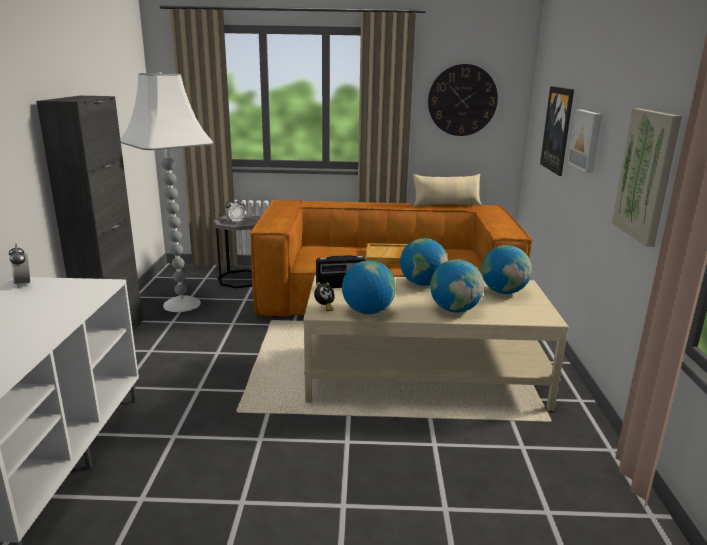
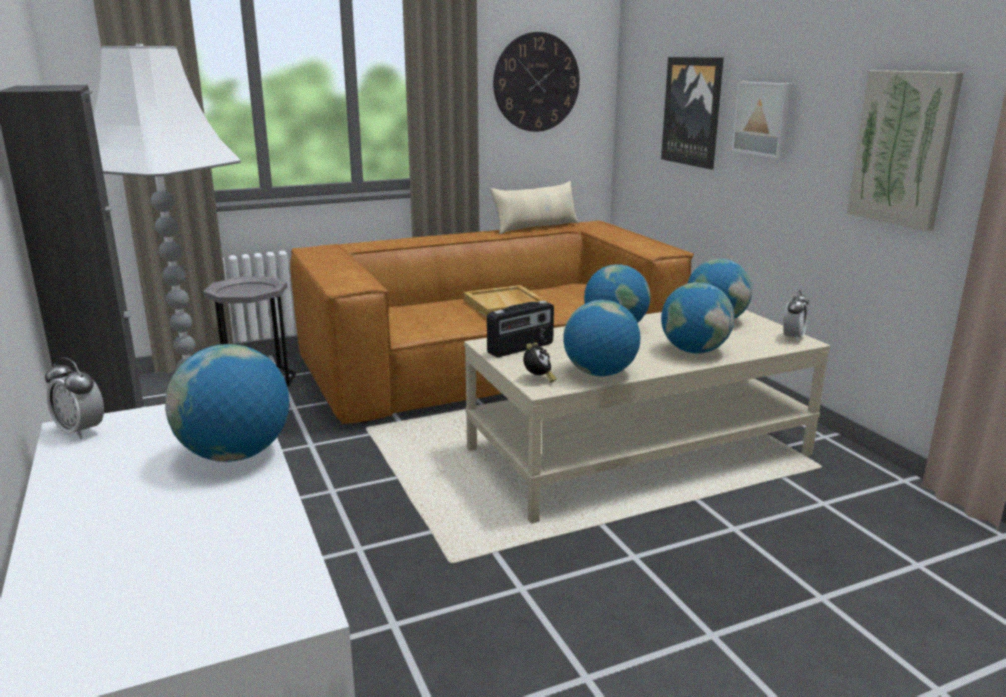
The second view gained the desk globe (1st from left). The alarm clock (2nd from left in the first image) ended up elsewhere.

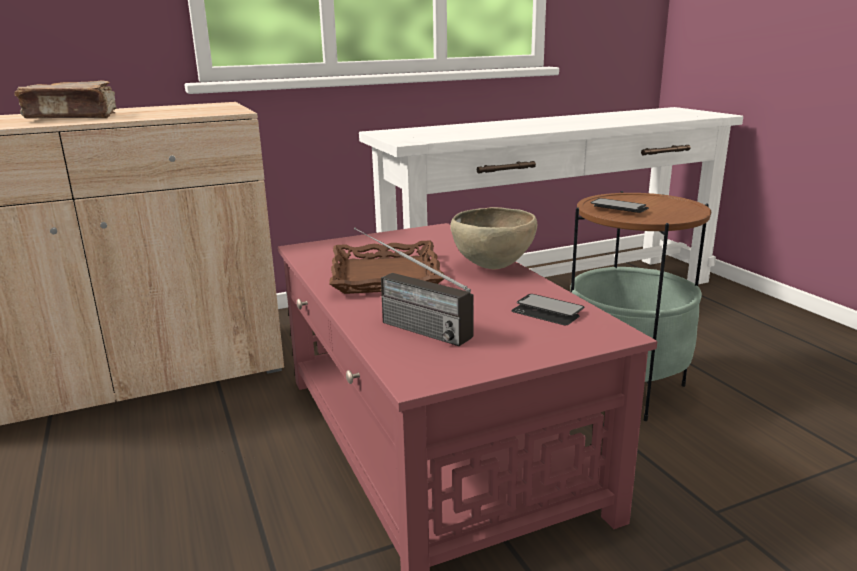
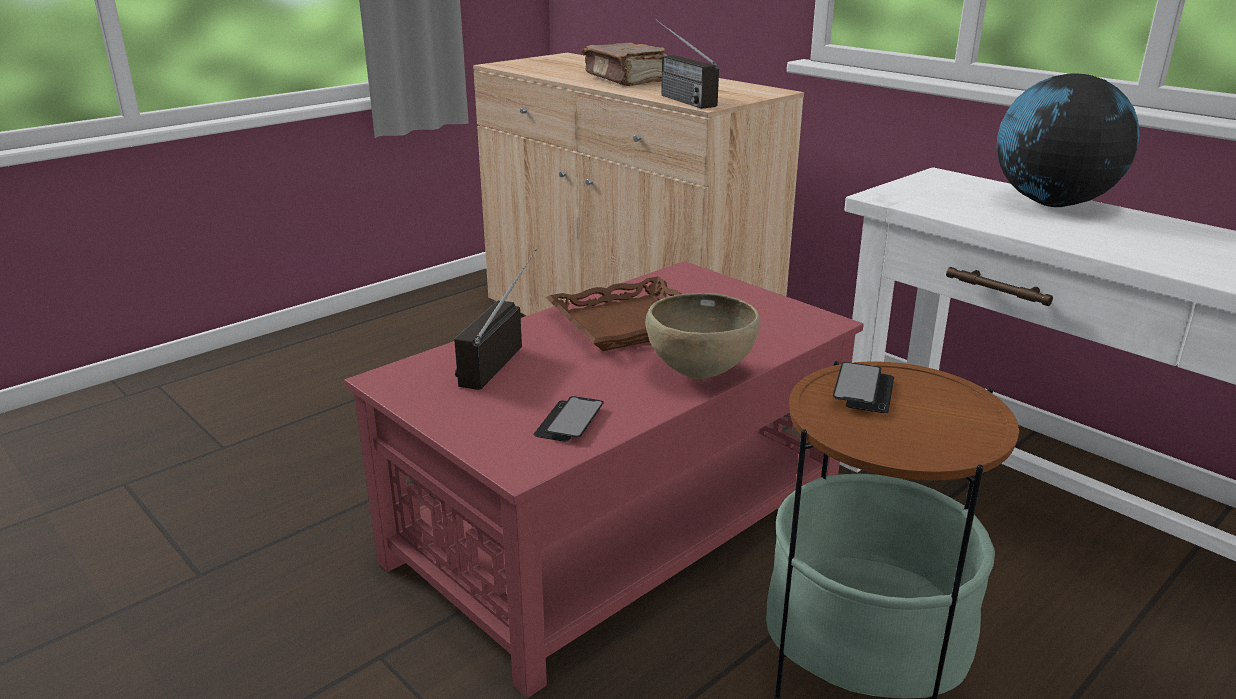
The second view gained the radio set (2nd from left). The second view gained the desk globe.

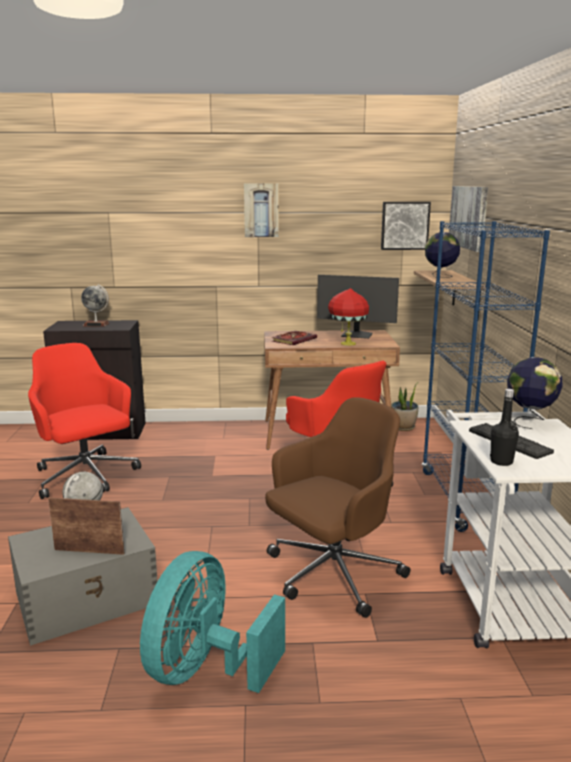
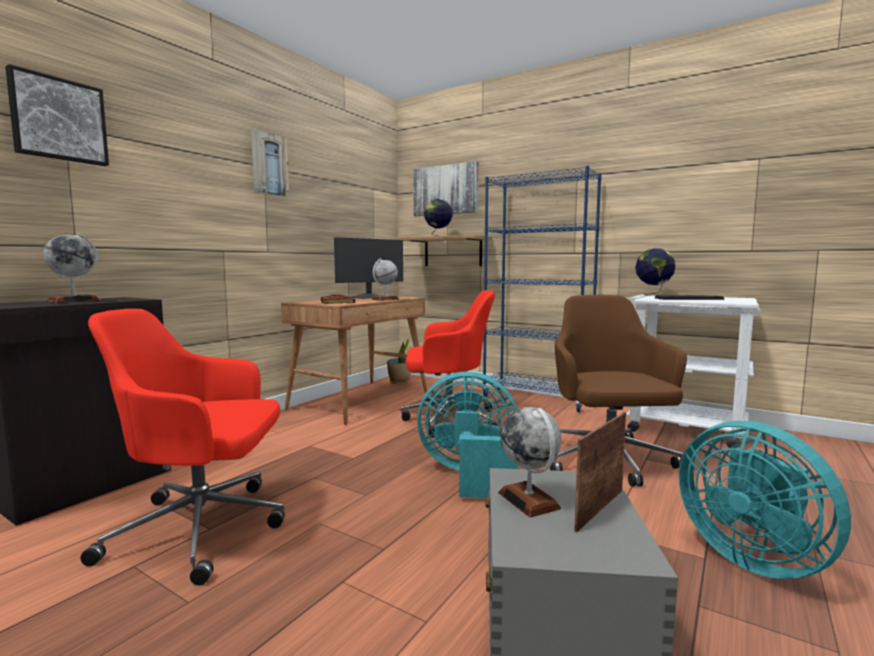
The wall picture (2nd from left in the first image) ended up elsewhere. Where the reddish table lamp stood, the desk globe (2nd from left) came to stand. The second view gained the turquoise cooling fan (1st from left). The second view lost the black-coloured bottle.

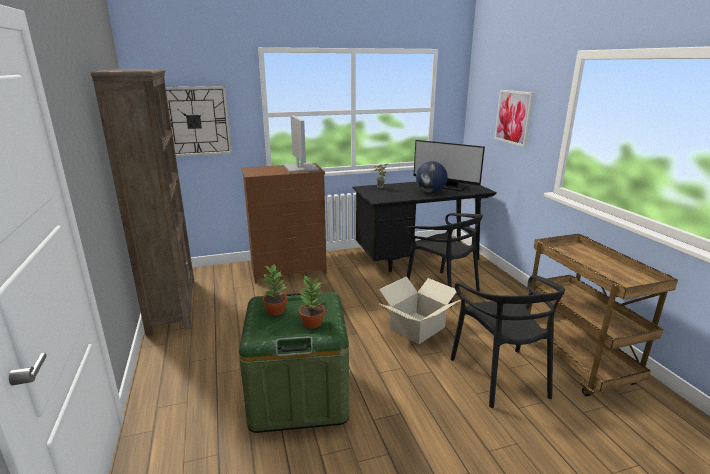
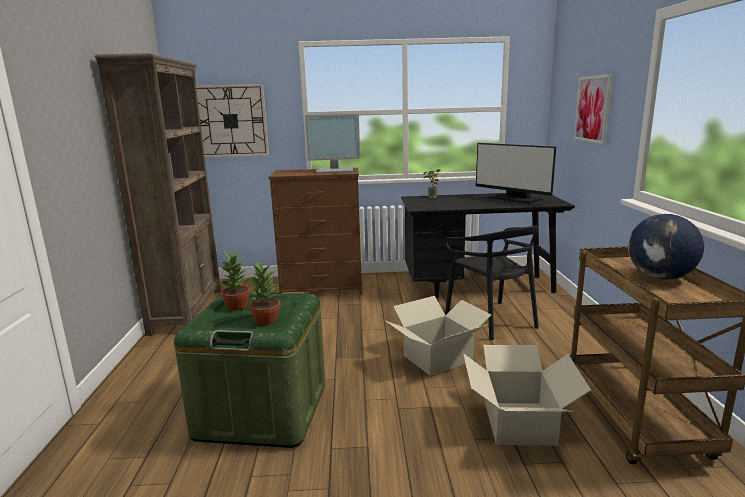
The computer display (1st from left) ended up facing another way, 90 degrees clockwise from before. Where the black-coloured upright chair (2nd from left) stood, the carton (2nd from left) came to stand. The desk globe ended up elsewhere.

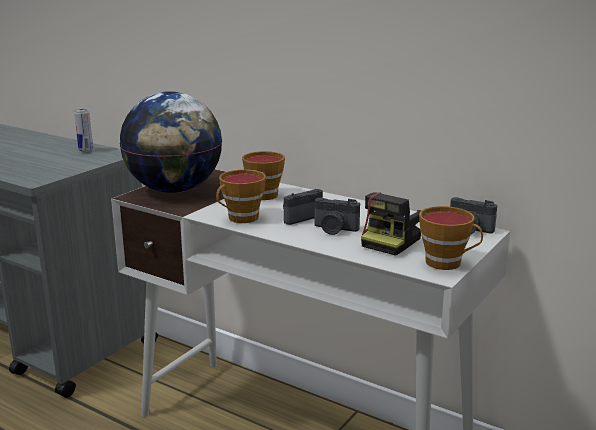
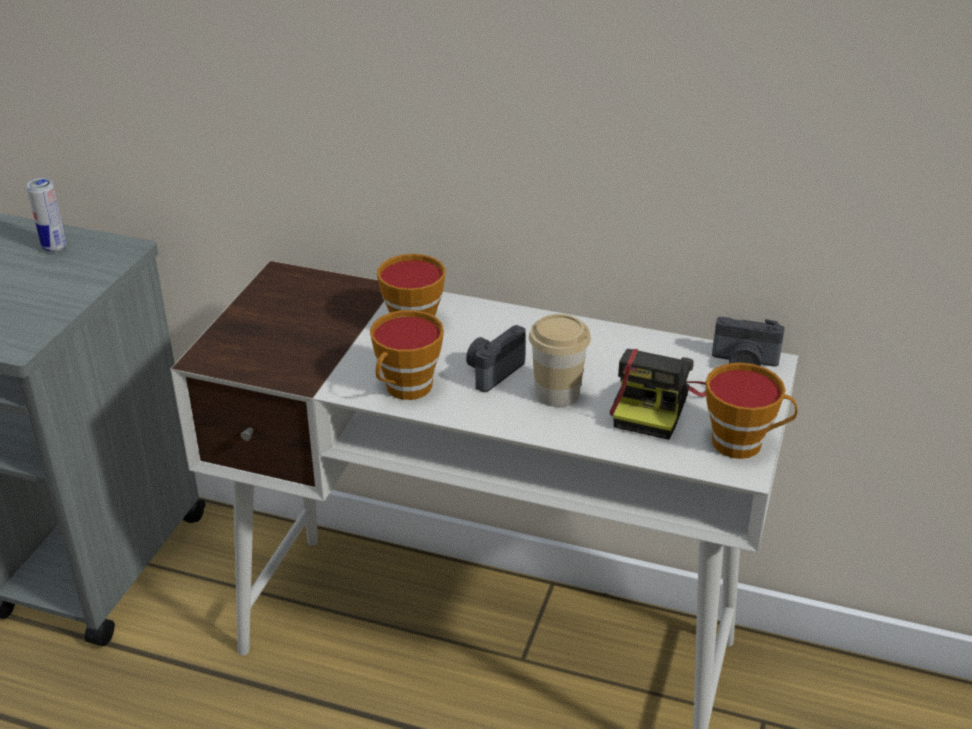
Where the still camera (2nd from left) stood, the cup (3rd from left) came to stand. The second view lost the desk globe.

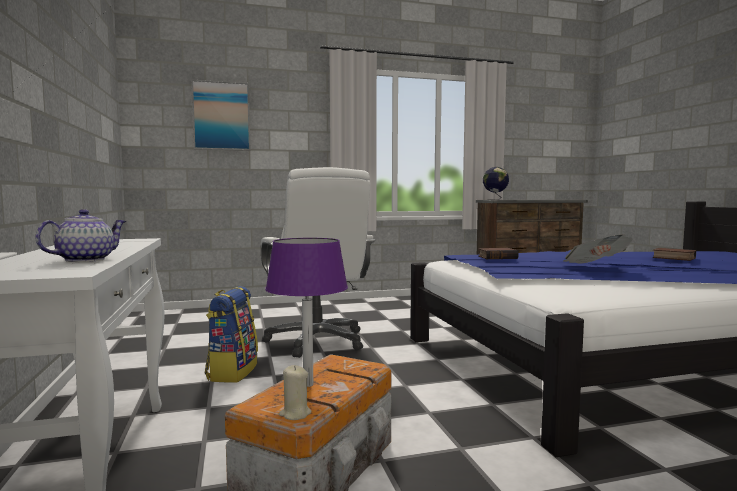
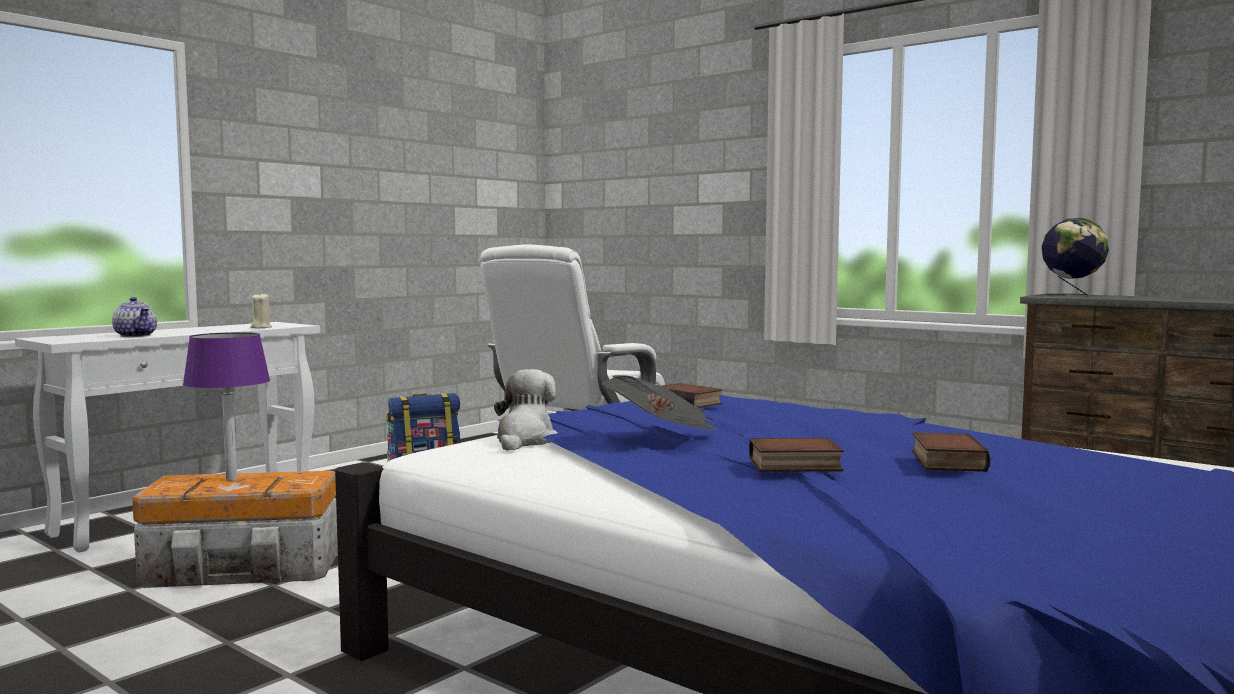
The tea pot ended up facing another way, 45 degrees clockwise from before. The beige wax candle ended up elsewhere. The second view gained the plush toy. The second view gained the bound book (2nd from left). The second view lost the wall picture.

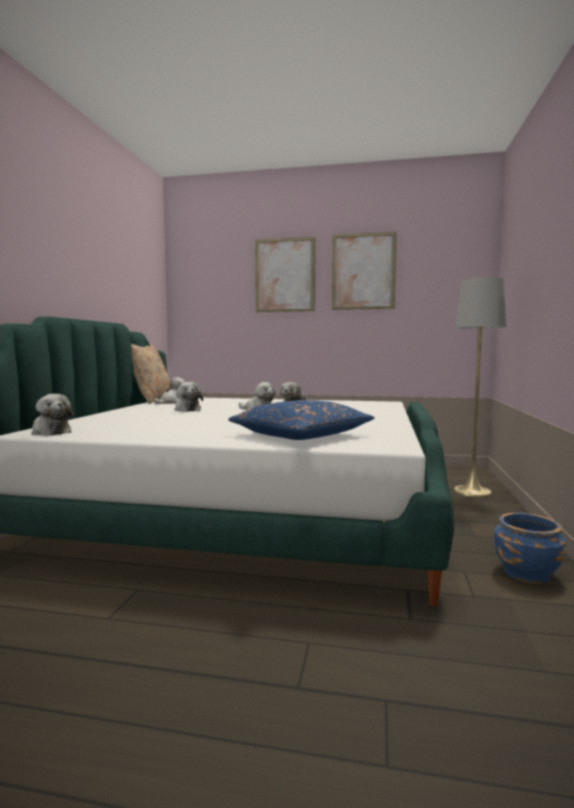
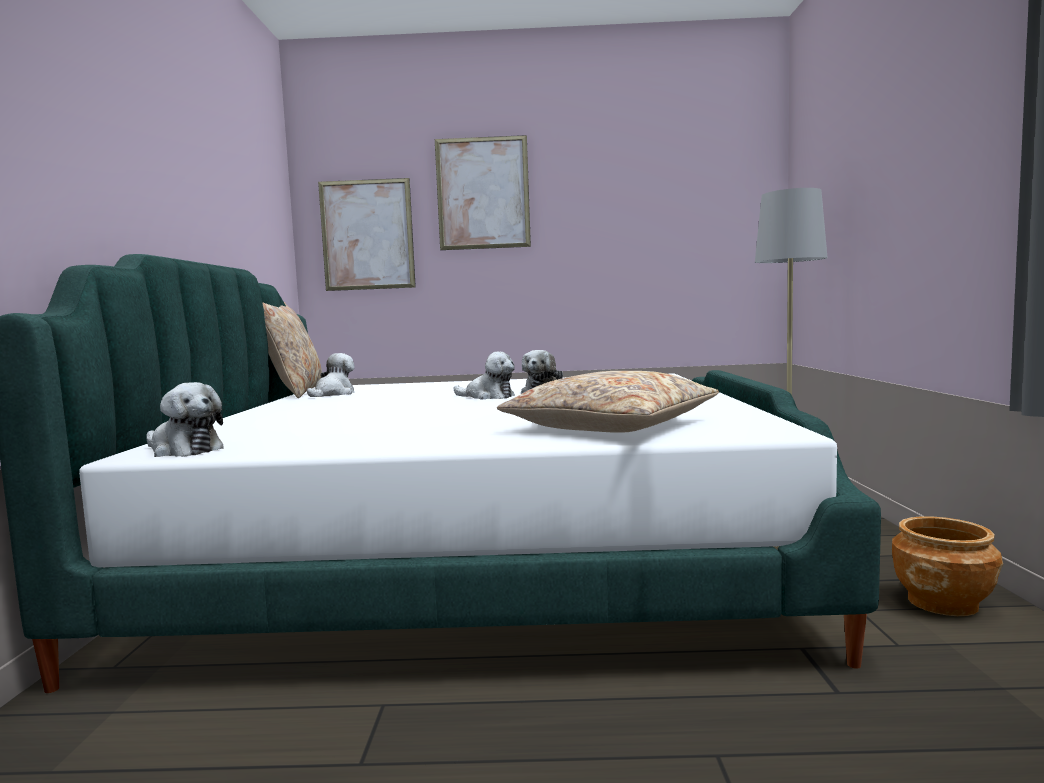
The wall picture (2nd from left in the first image) ended up elsewhere. What was the blue-coloured throw pillow turned into the beige throw pillow (2nd from left). What was the blue-coloured planter turned into the brownish planter. The second view lost the plush toy (3rd from left).

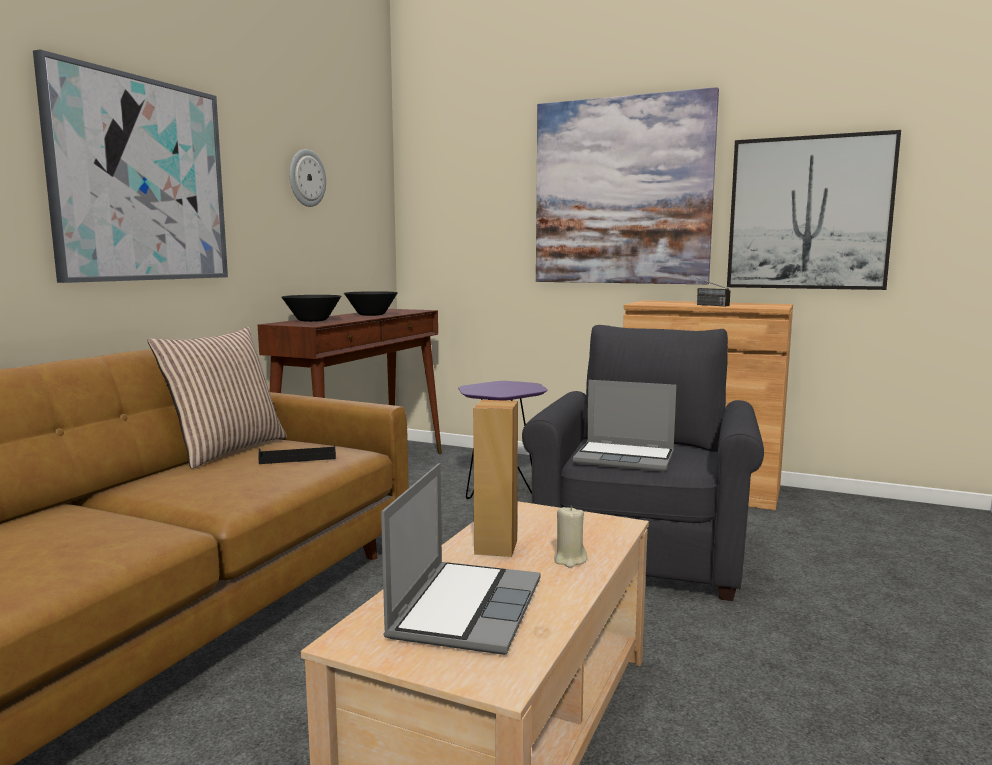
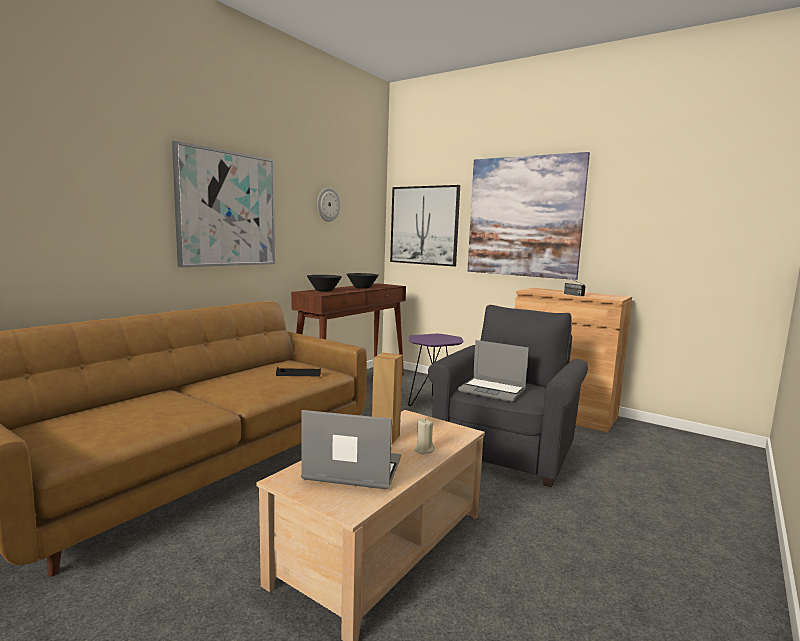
The notebook computer (1st from left) ended up facing another way, 105 degrees counterclockwise from before. The wall picture (3rd from left in the first image) ended up elsewhere. The second view lost the throw pillow.

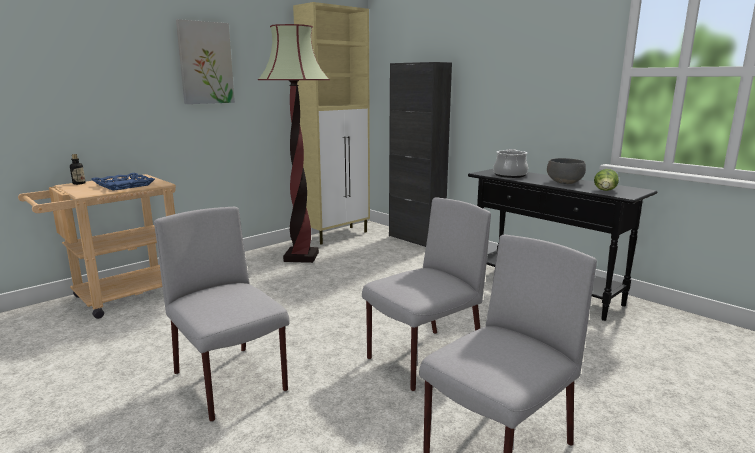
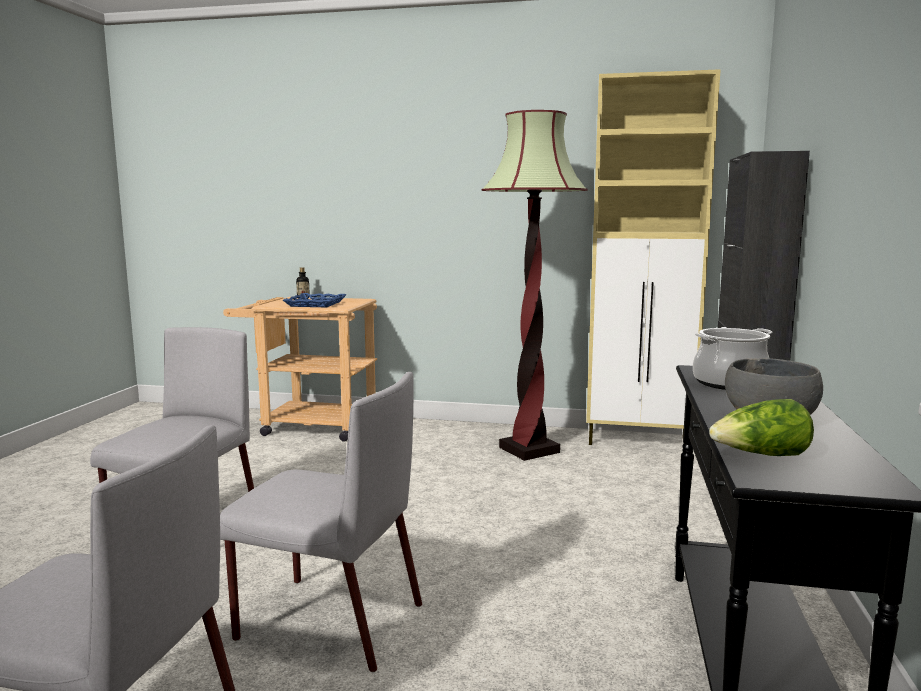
The second view lost the wall picture.

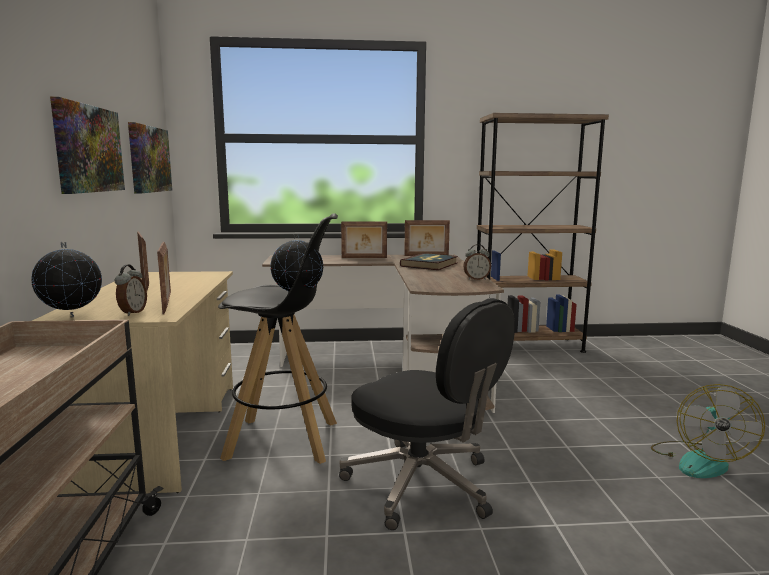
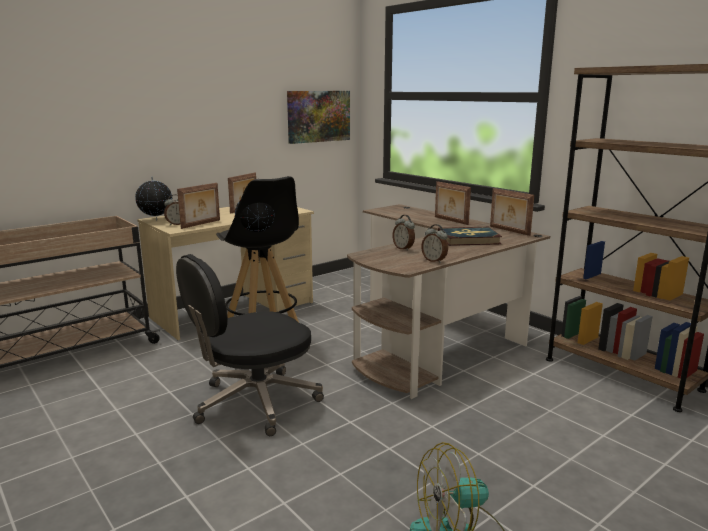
The black-coloured computer chair ended up facing another way, 45 degrees clockwise from before. The second view gained the alarm clock (2nd from left). The second view lost the wall picture (1st from left).

